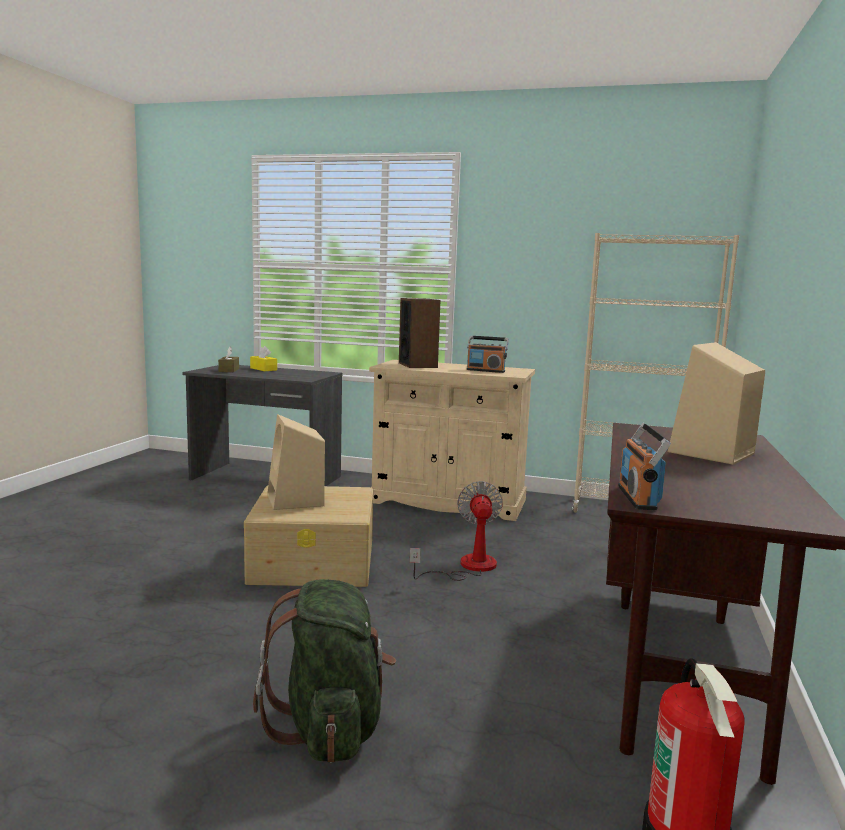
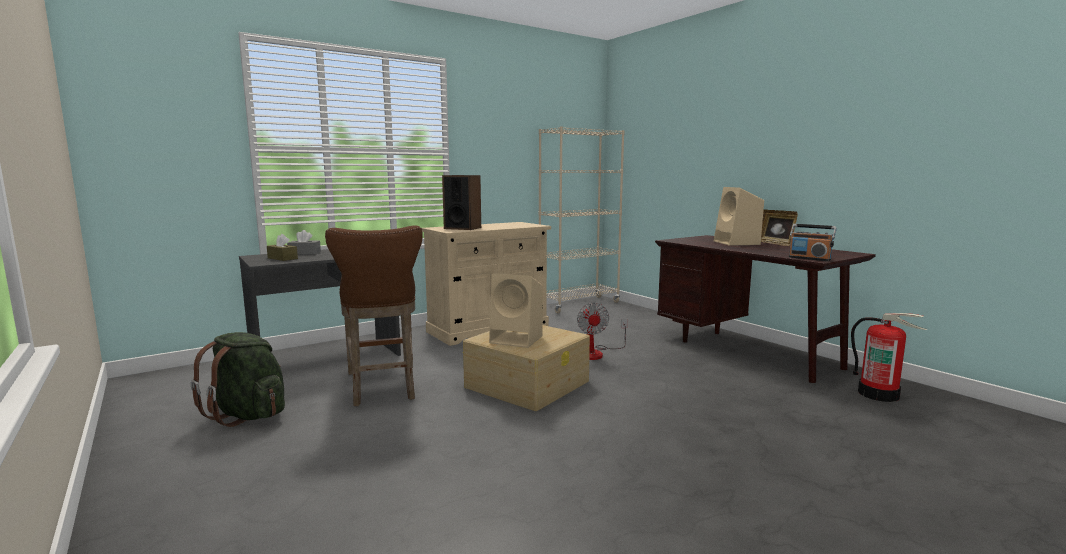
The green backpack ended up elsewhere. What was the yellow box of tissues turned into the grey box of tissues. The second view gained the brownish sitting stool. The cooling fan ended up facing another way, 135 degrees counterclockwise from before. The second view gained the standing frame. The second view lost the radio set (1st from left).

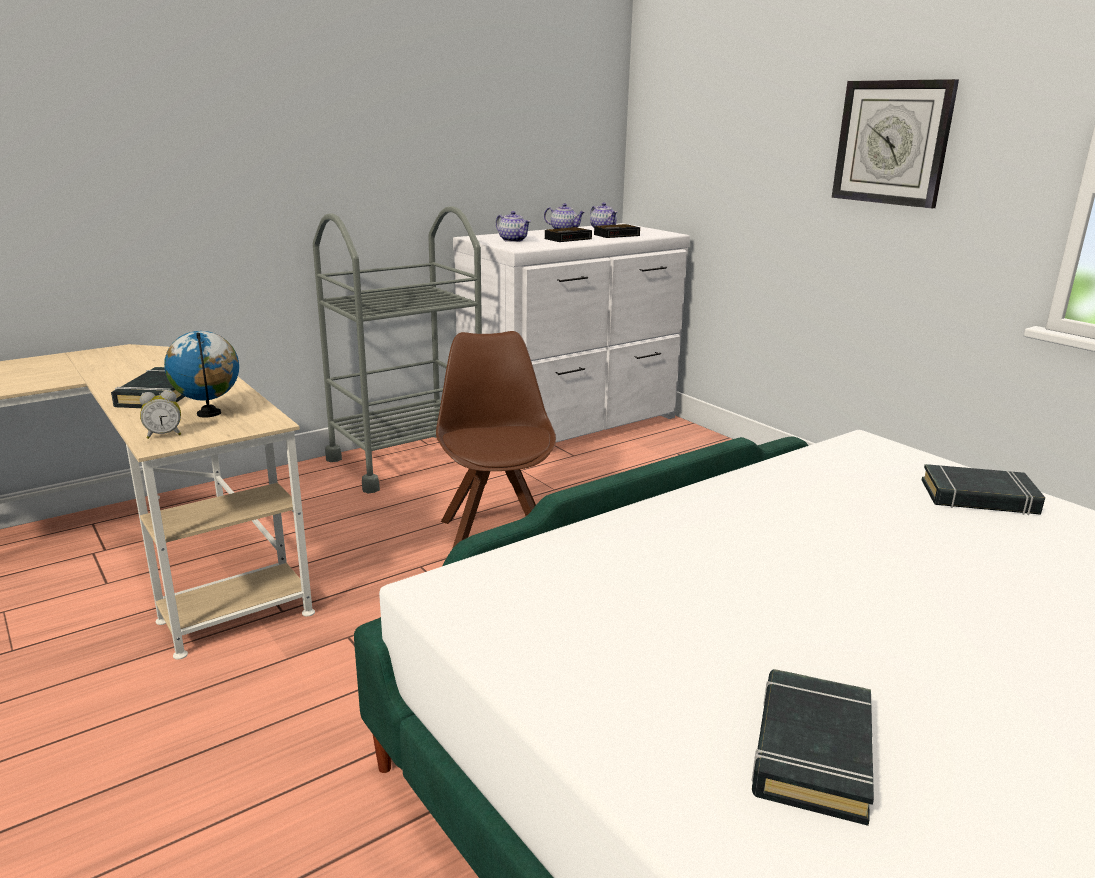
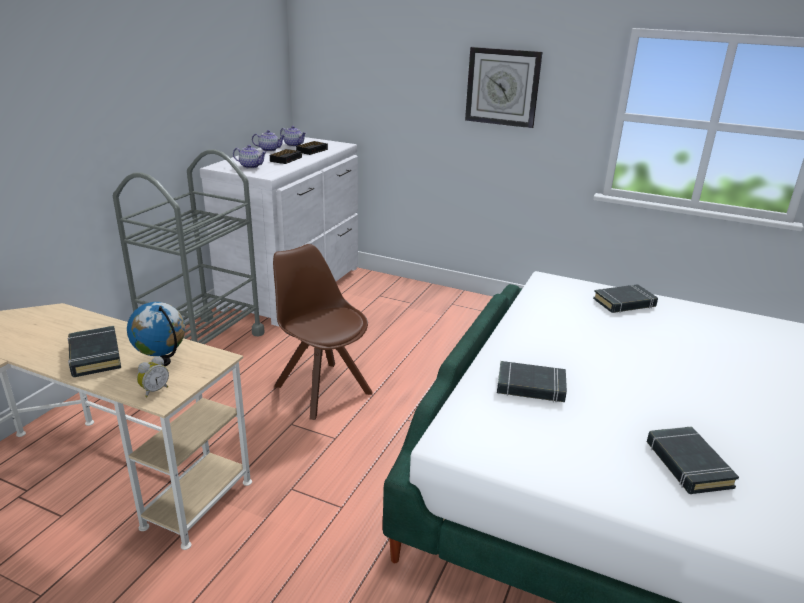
The second view gained the black-coloured bound book (2nd from left).

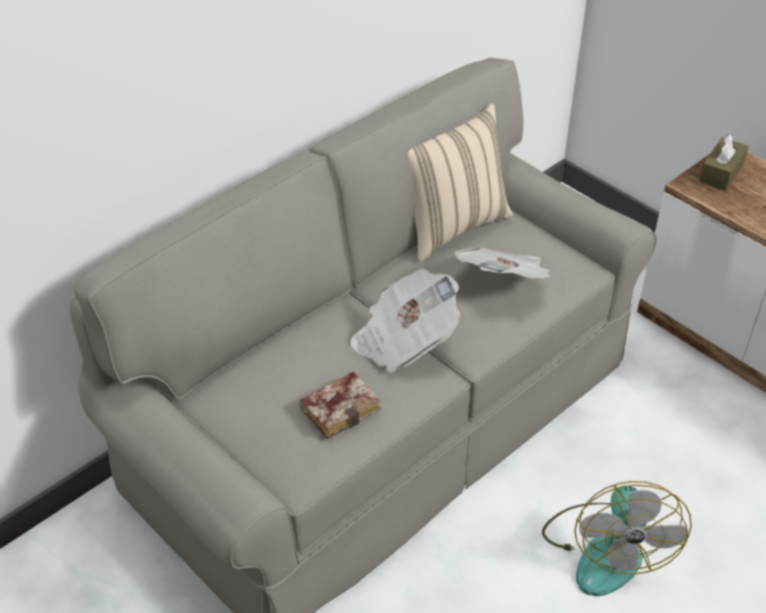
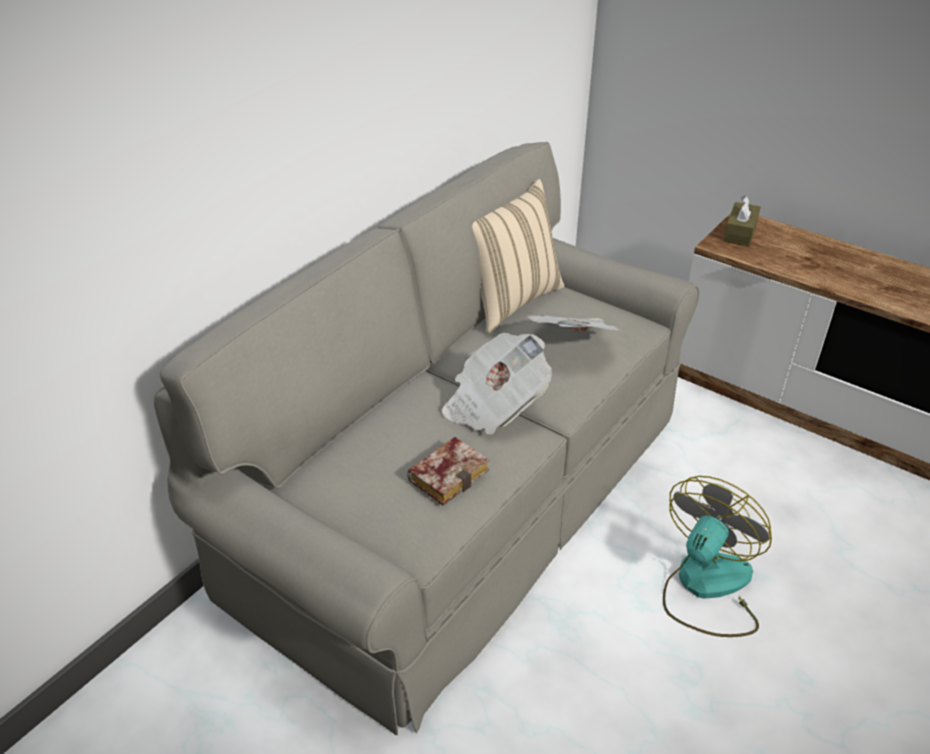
The cooling fan ended up facing another way, 135 degrees counterclockwise from before.

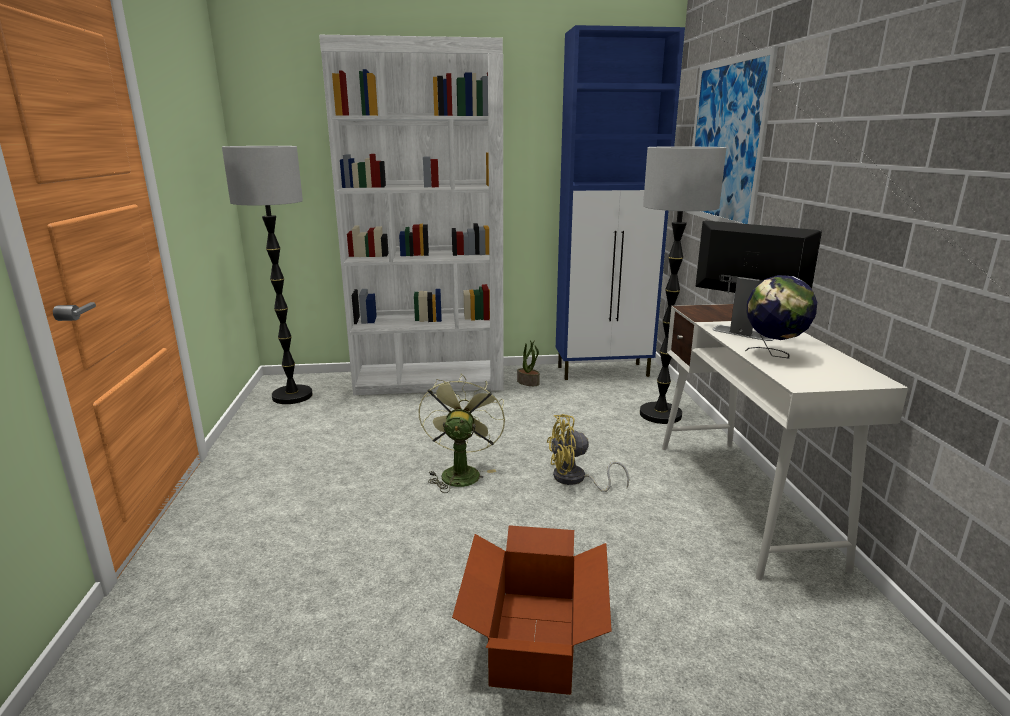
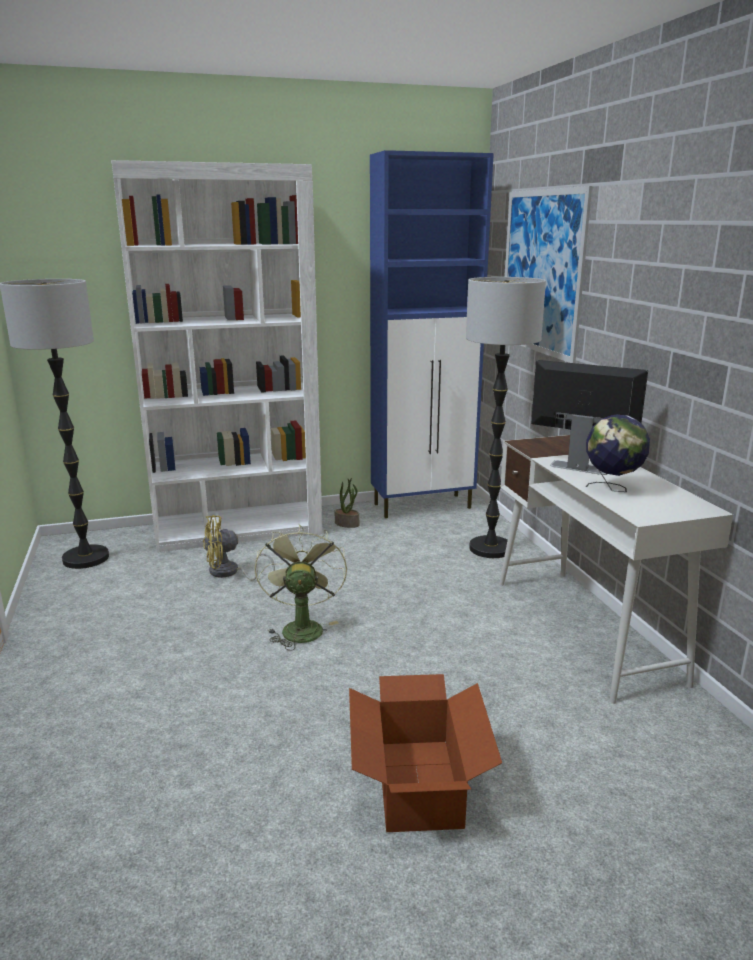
The yellow cooling fan ended up elsewhere.

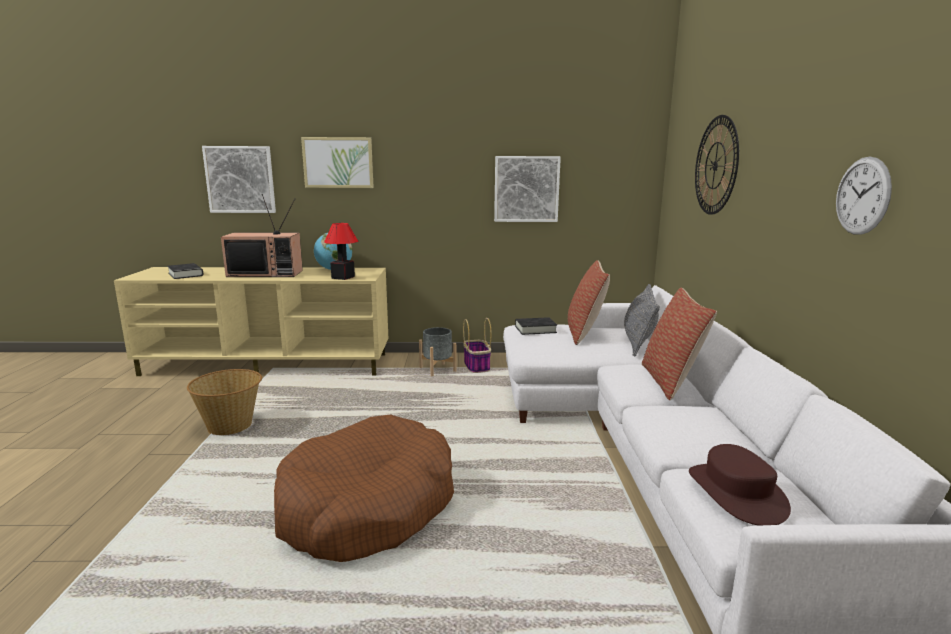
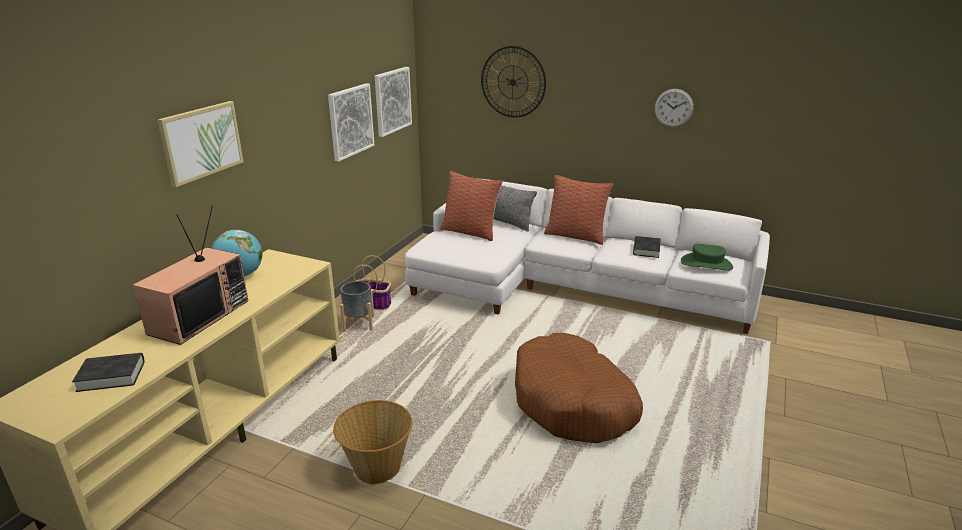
The wall picture (1st from left in the first image) ended up elsewhere. The black-coloured bound book (2nd from left) ended up elsewhere. What was the brownish hat turned into the green hat. The second view lost the table lamp.

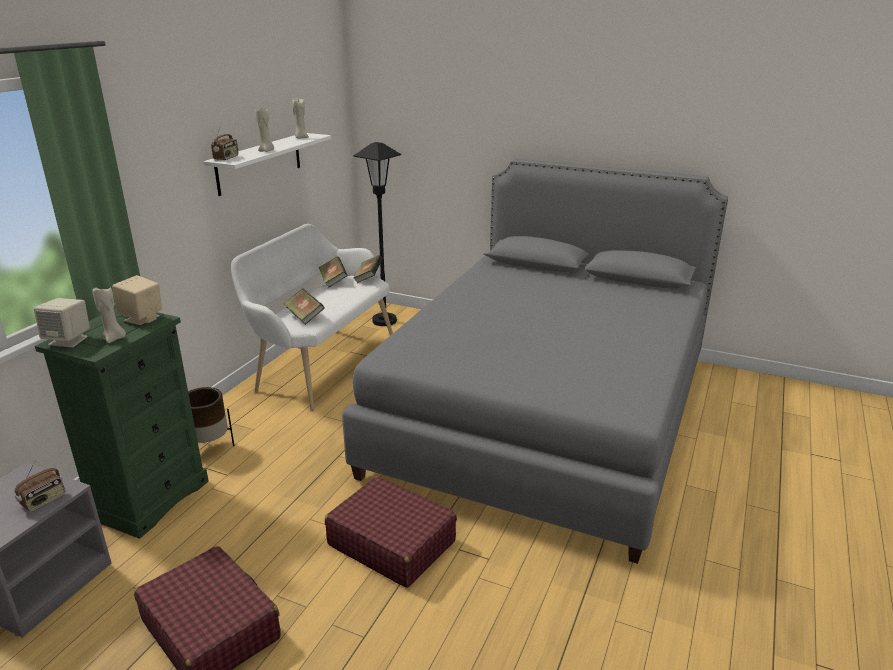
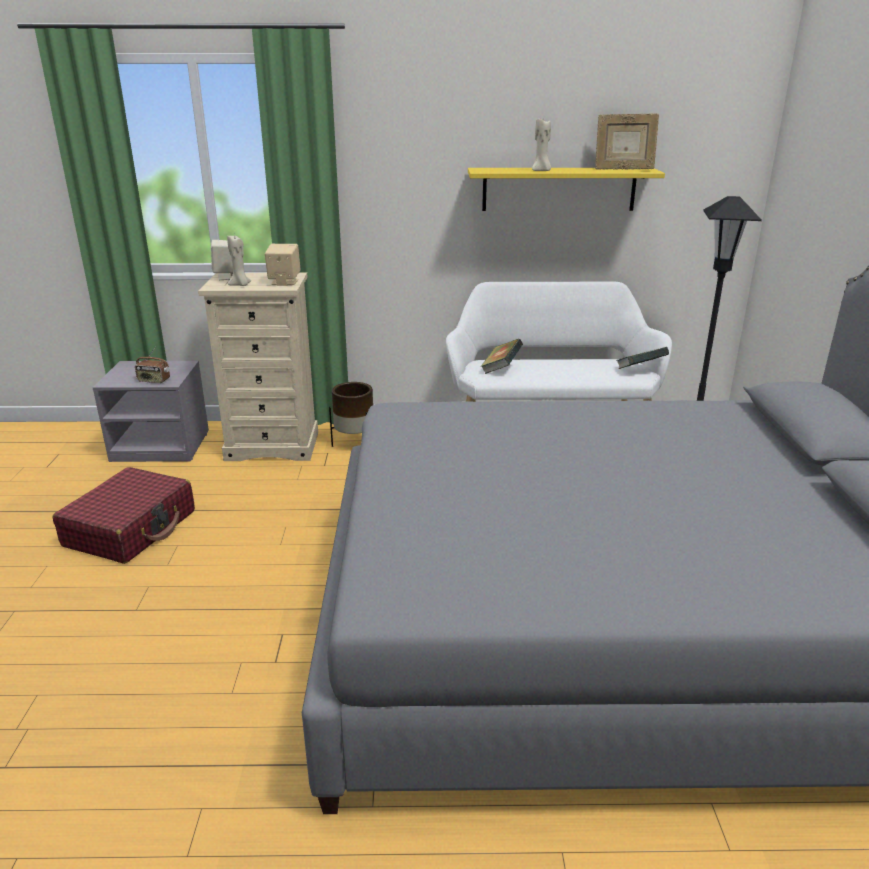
What was the green drawer chest turned into the beige drawer chest. What was the white-coloured bracket shelf turned into the yellow bracket shelf. Where the beige wax candle (3rd from left) stood, the standing frame came to stand. The second view lost the radio set (2nd from left). The second view lost the bound book (2nd from left). The second view lost the reddish travel case (2nd from left).

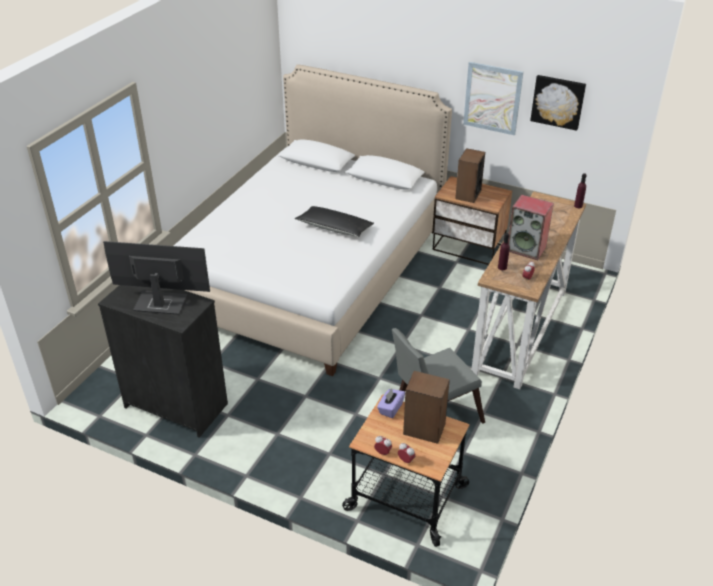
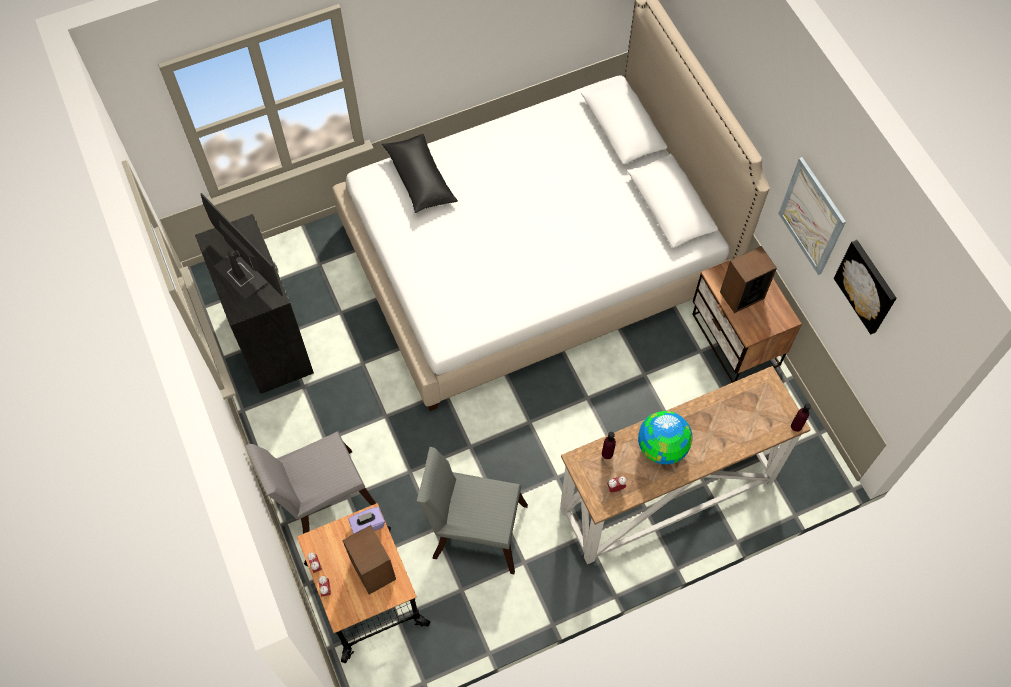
The second view gained the grey upright chair (1st from left). The black-coloured throw pillow ended up elsewhere. Where the speaker (3rd from left) stood, the desk globe came to stand.

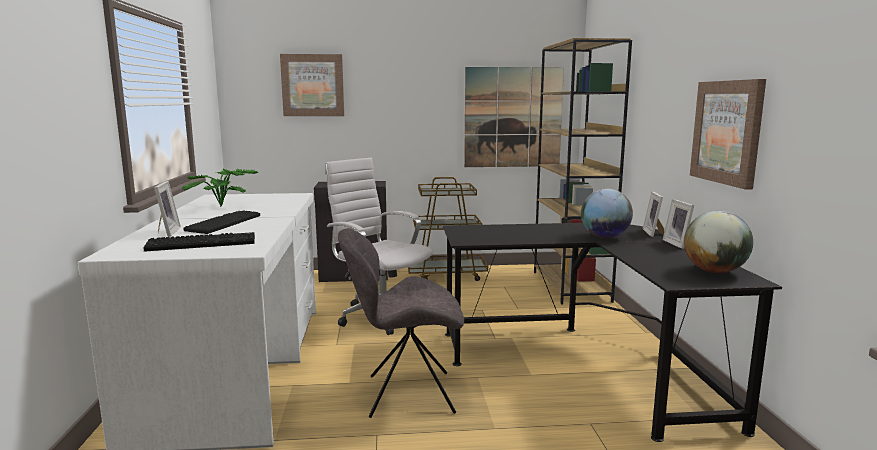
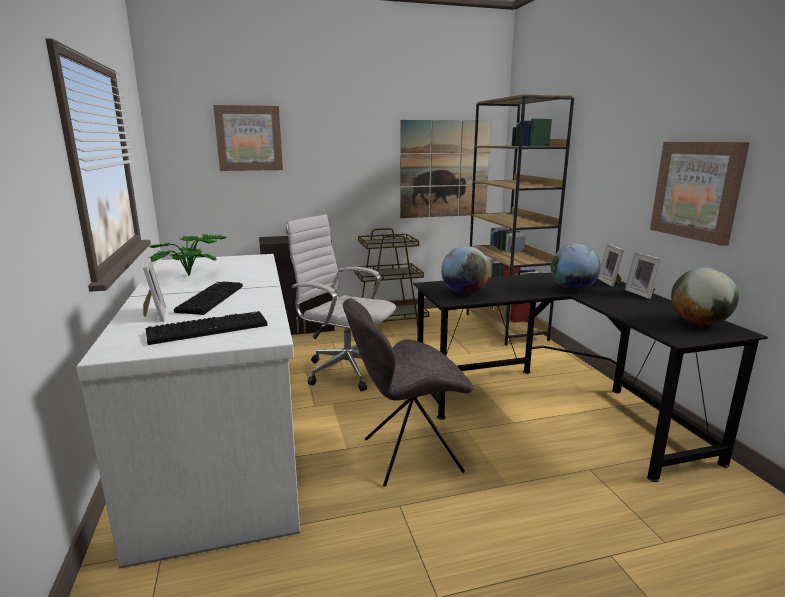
The second view gained the desk globe (1st from left).

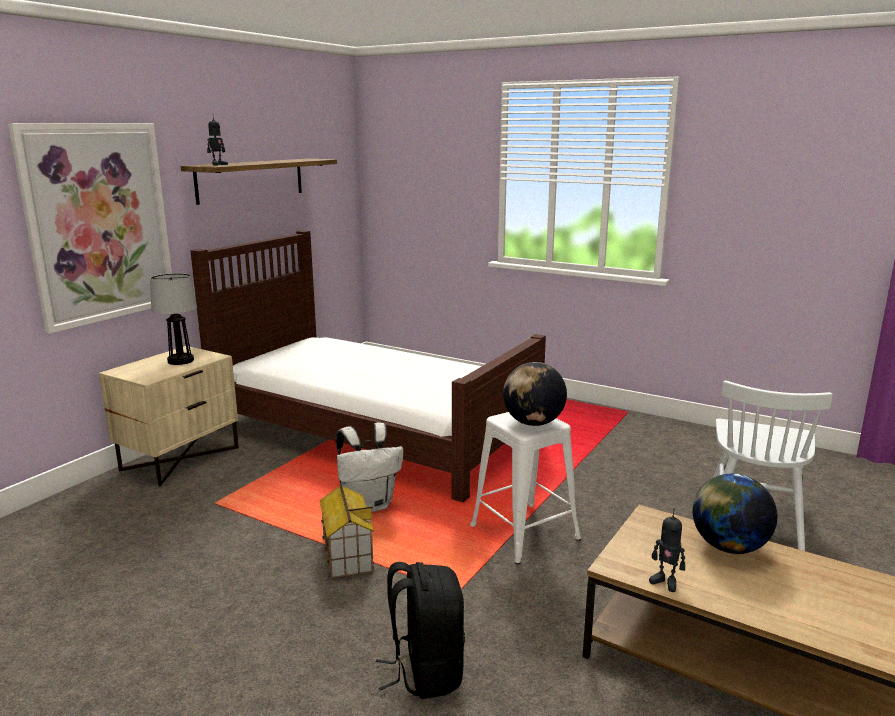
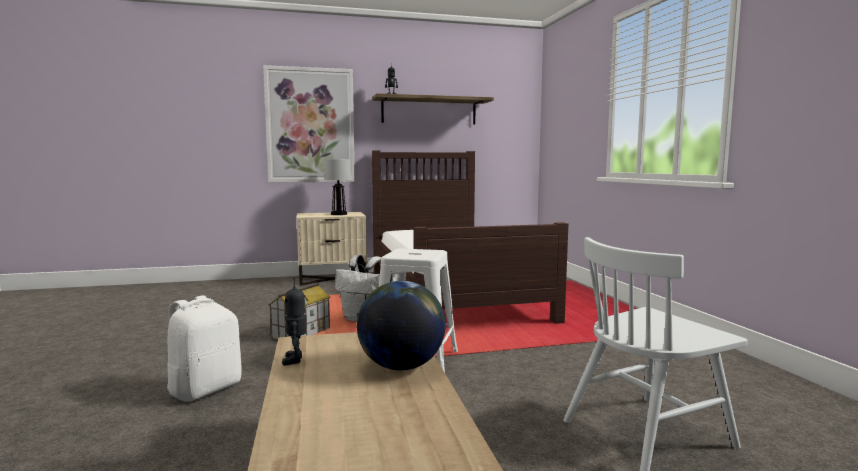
What was the black-coloured backpack turned into the white-coloured backpack (1st from left). The second view lost the desk globe (1st from left).

